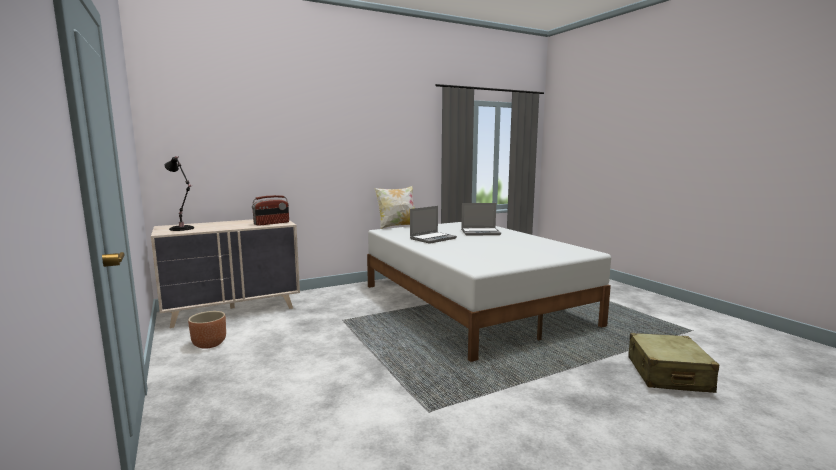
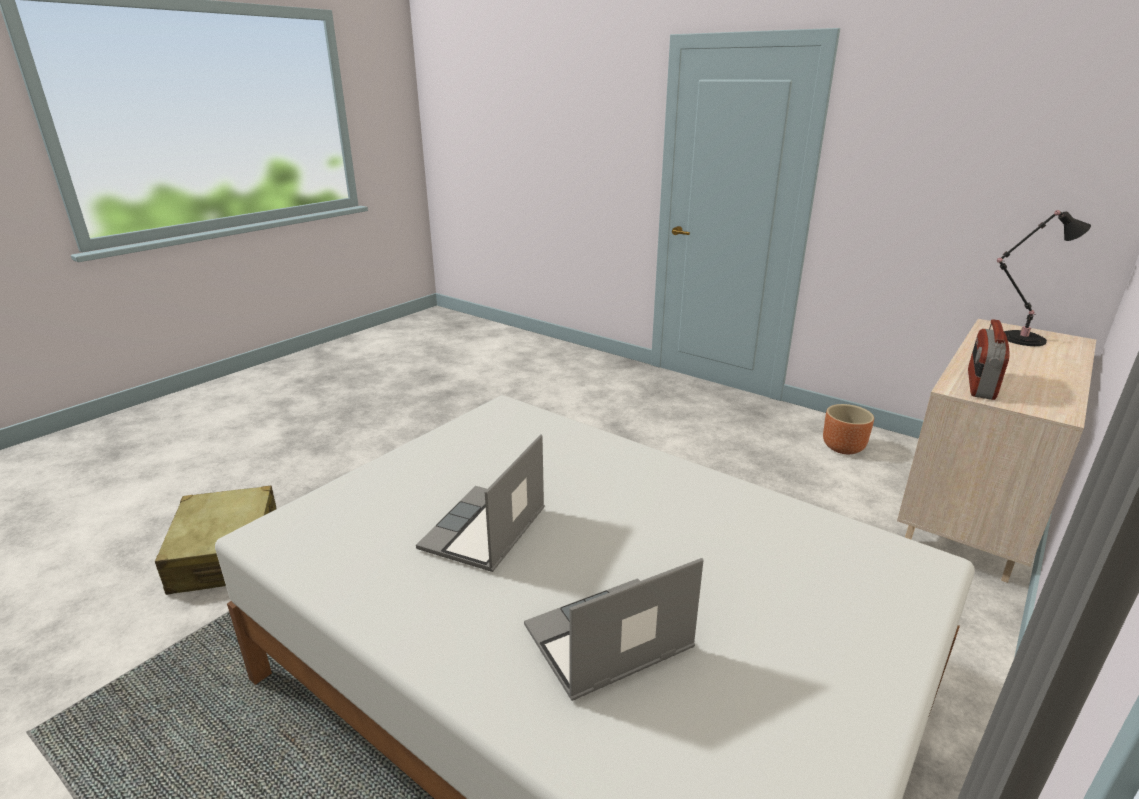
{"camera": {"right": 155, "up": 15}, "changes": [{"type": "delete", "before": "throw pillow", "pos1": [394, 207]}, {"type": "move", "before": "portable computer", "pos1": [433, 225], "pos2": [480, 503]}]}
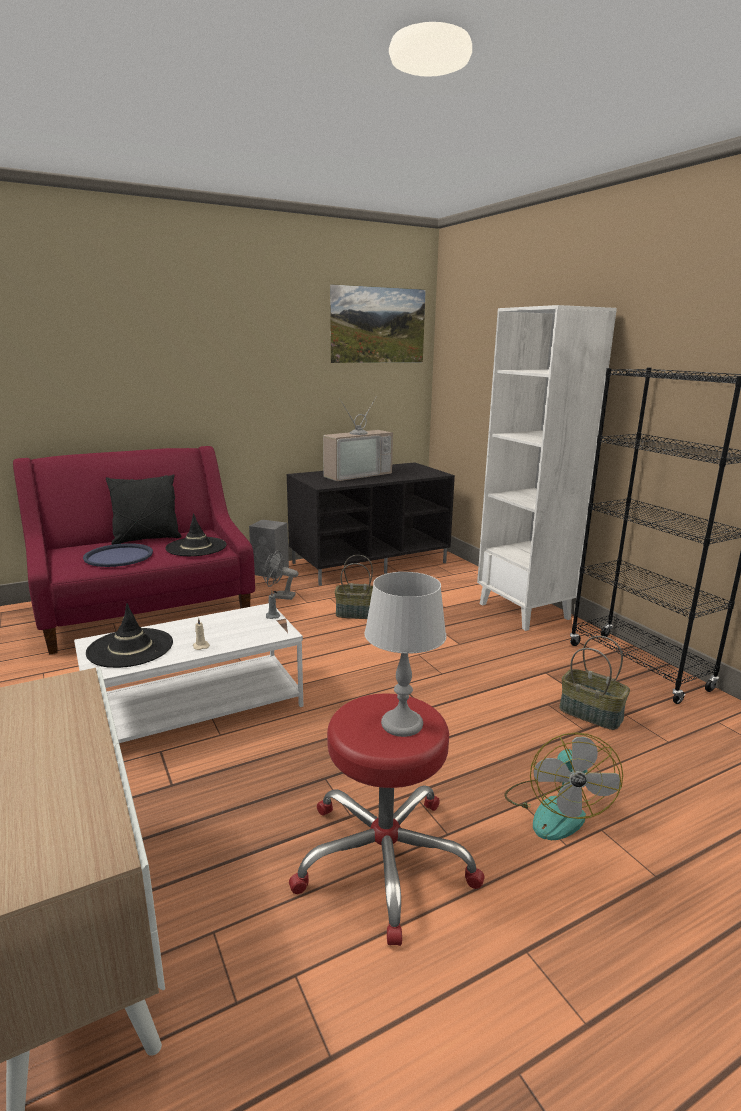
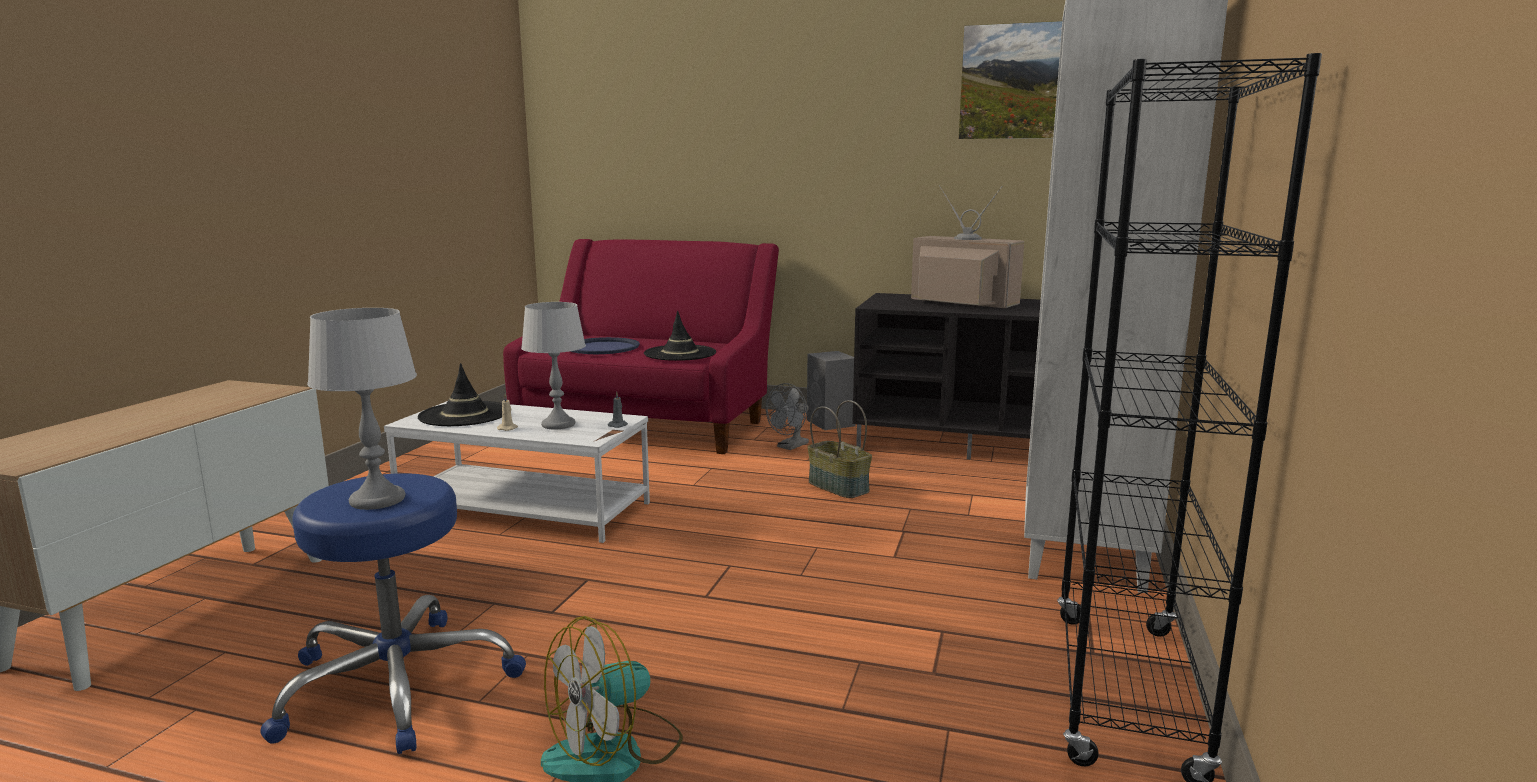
{"camera": {"right": 45, "up": -5}, "changes": [{"type": "rotate", "before": "television", "pos1": [358, 438], "pos2": [967, 246], "turn": -150}, {"type": "delete", "before": "throw pillow/blackish", "pos1": [144, 509]}, {"type": "rotate", "before": "cooling fan/gray", "pos1": [280, 575], "pos2": [787, 416], "turn": -105}, {"type": "delete", "before": "basket", "pos1": [594, 683]}, {"type": "recolor", "before": "stool/red", "after": "stool/blue-coloured", "pos1": [387, 820], "pos2": [393, 613]}, {"type": "insert", "after": "table lamp/gray", "pos2": [553, 365]}]}
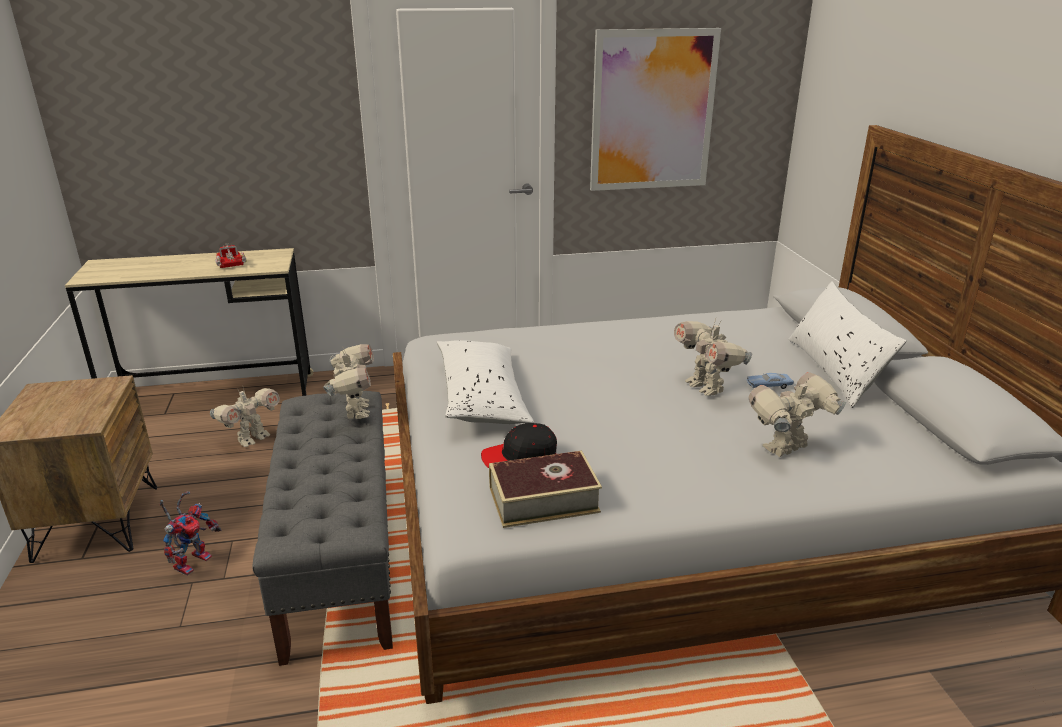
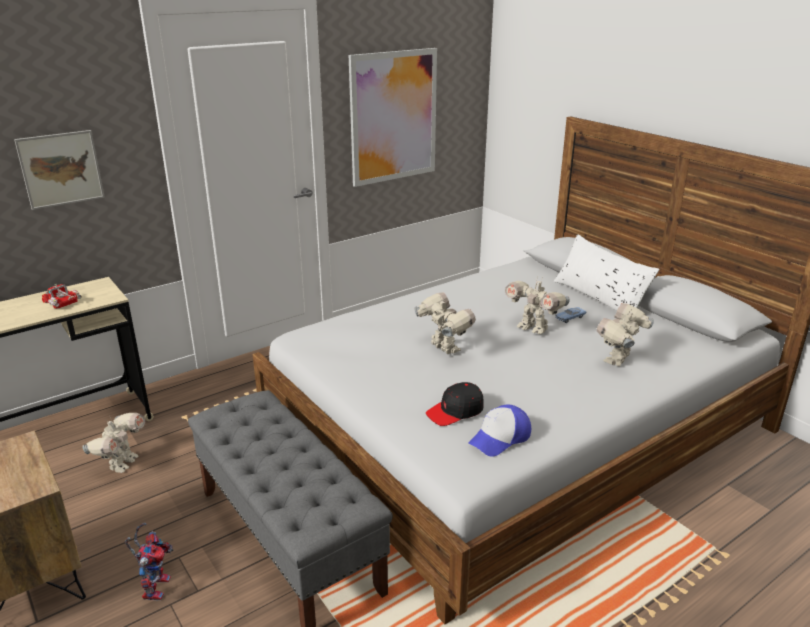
{"camera": {"right": -25, "up": 0}, "changes": [{"type": "delete", "before": "throw pillow/white", "pos1": [485, 382]}, {"type": "move", "before": "robot figure", "pos1": [348, 381], "pos2": [445, 323]}, {"type": "replace", "before": "book", "after": "cap", "pos1": [545, 489], "pos2": [499, 430]}, {"type": "insert", "after": "wall art", "pos2": [59, 170]}]}
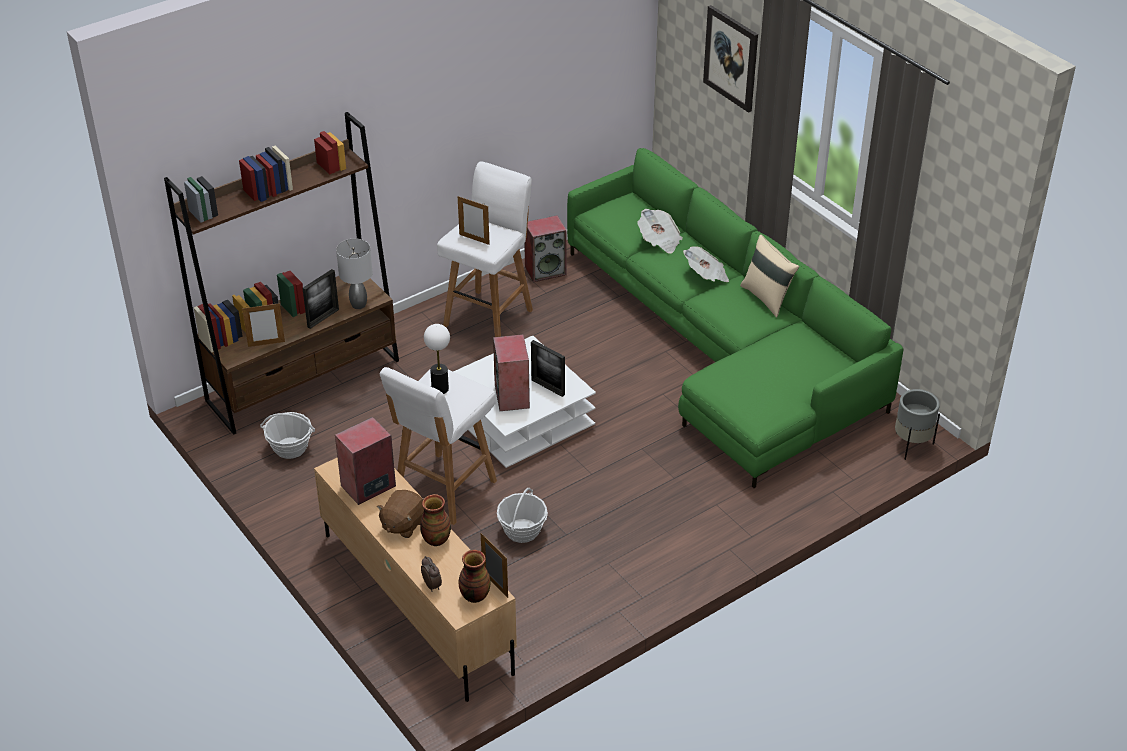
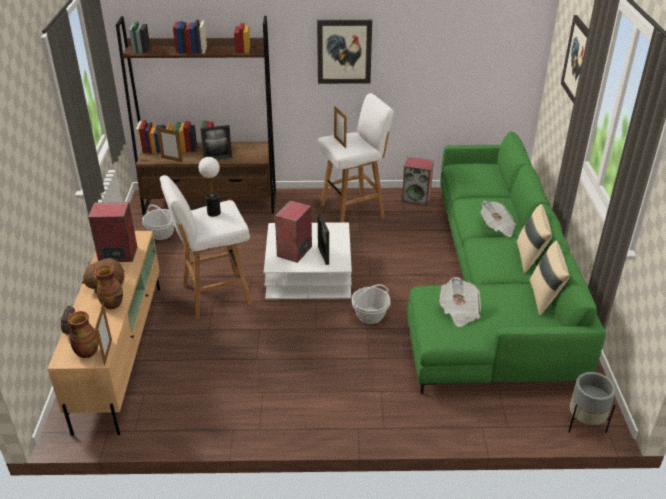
{"camera": {"right": 35, "up": -5}, "changes": [{"type": "move", "before": "printed paper", "pos1": [660, 231], "pos2": [460, 302]}, {"type": "delete", "before": "table lamp/gray", "pos1": [354, 273]}, {"type": "move", "before": "basket", "pos1": [522, 515], "pos2": [371, 304]}, {"type": "insert", "after": "wall art", "pos2": [344, 52]}, {"type": "insert", "after": "throw pillow/beige", "pos2": [549, 278]}]}
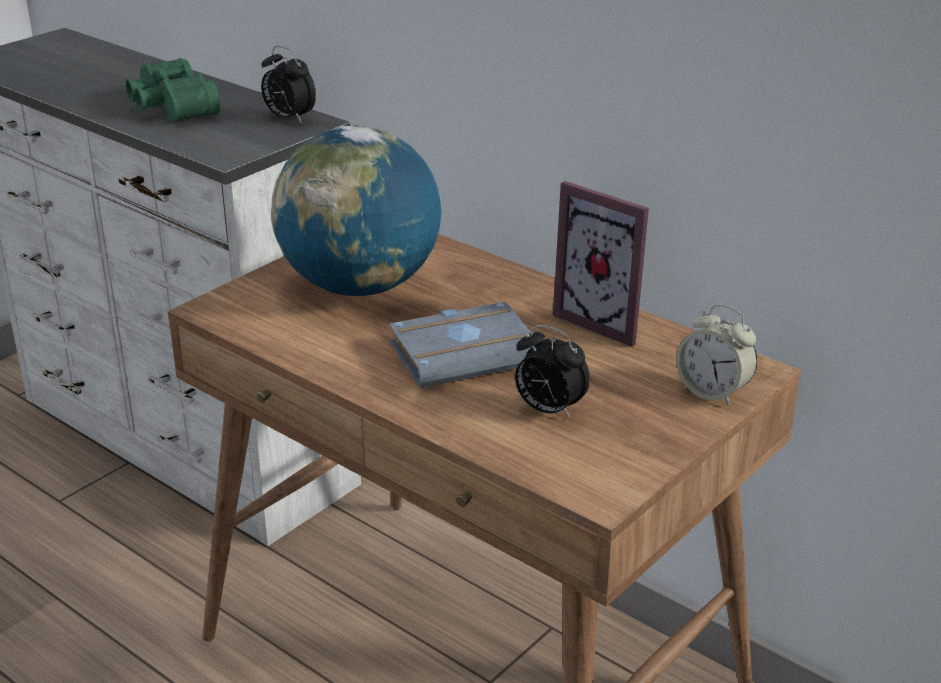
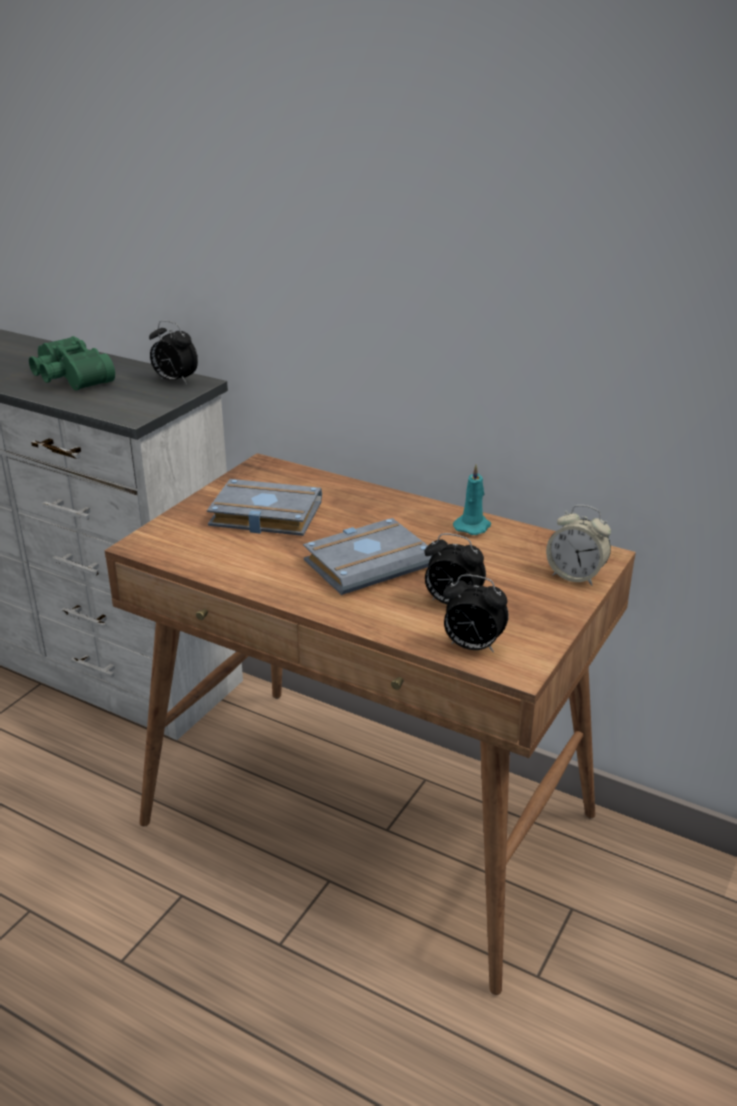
{"camera": {"right": -10, "up": 0}, "changes": [{"type": "replace", "before": "globe", "after": "book/gray", "pos1": [356, 211], "pos2": [264, 507]}, {"type": "replace", "before": "picture frame", "after": "candle/turquoise", "pos1": [601, 264], "pos2": [472, 499]}, {"type": "insert", "after": "table clock", "pos2": [476, 613]}]}
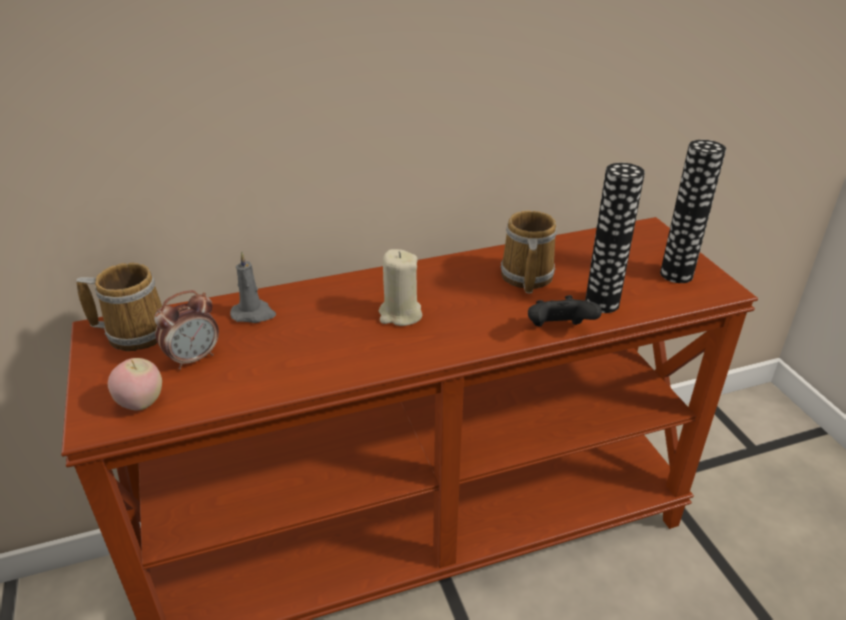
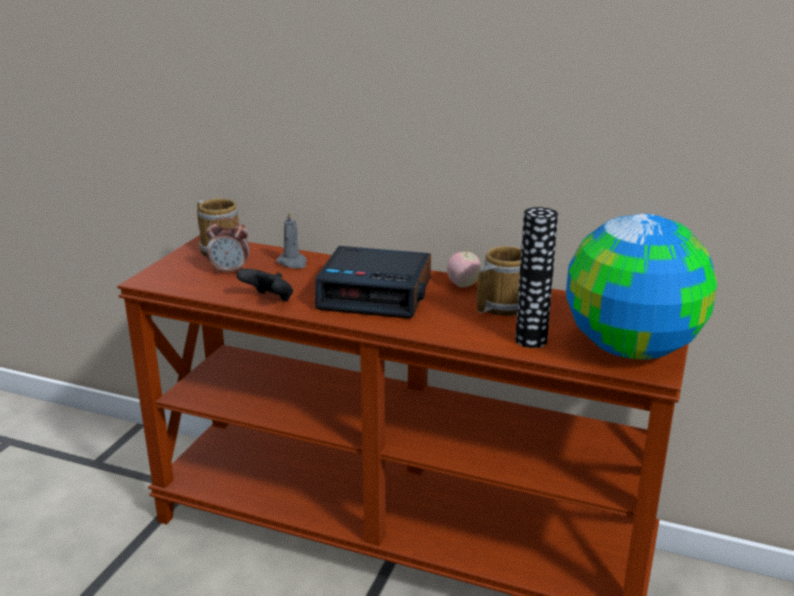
{"camera": {"right": 40, "up": -10}, "changes": [{"type": "replace", "before": "vase", "after": "globe", "pos1": [693, 211], "pos2": [641, 286]}, {"type": "replace", "before": "candle/beige", "after": "table clock", "pos1": [400, 287], "pos2": [373, 282]}, {"type": "move", "before": "gamepad/blackish", "pos1": [565, 311], "pos2": [264, 285]}, {"type": "move", "before": "apple", "pos1": [135, 384], "pos2": [464, 268]}]}
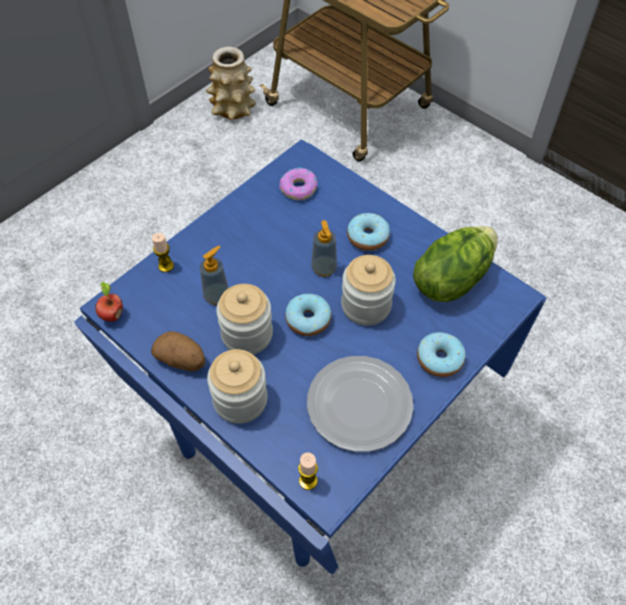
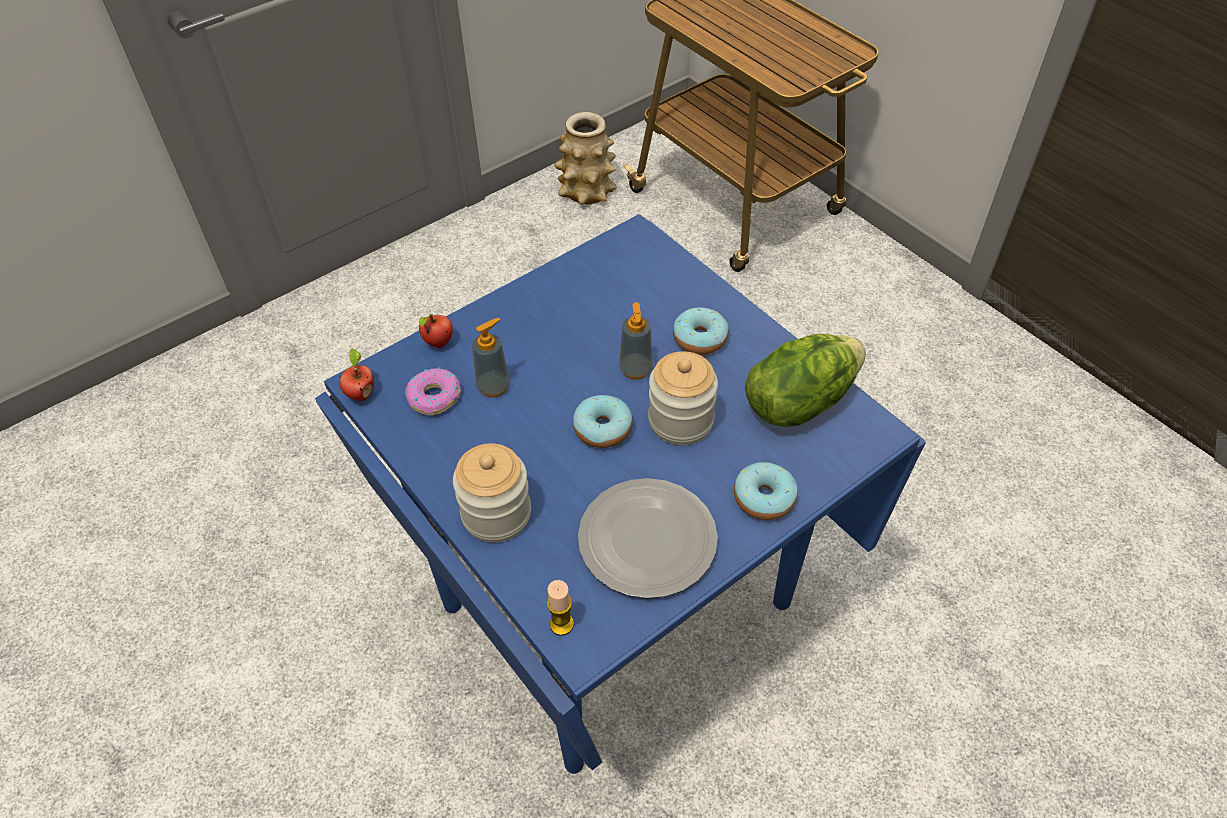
{"camera": {"right": 10, "up": -5}, "changes": [{"type": "move", "before": "donut", "pos1": [298, 183], "pos2": [433, 391]}, {"type": "replace", "before": "candle", "after": "apple", "pos1": [163, 252], "pos2": [436, 331]}, {"type": "delete", "before": "jar", "pos1": [244, 319]}, {"type": "delete", "before": "potato", "pos1": [178, 351]}]}
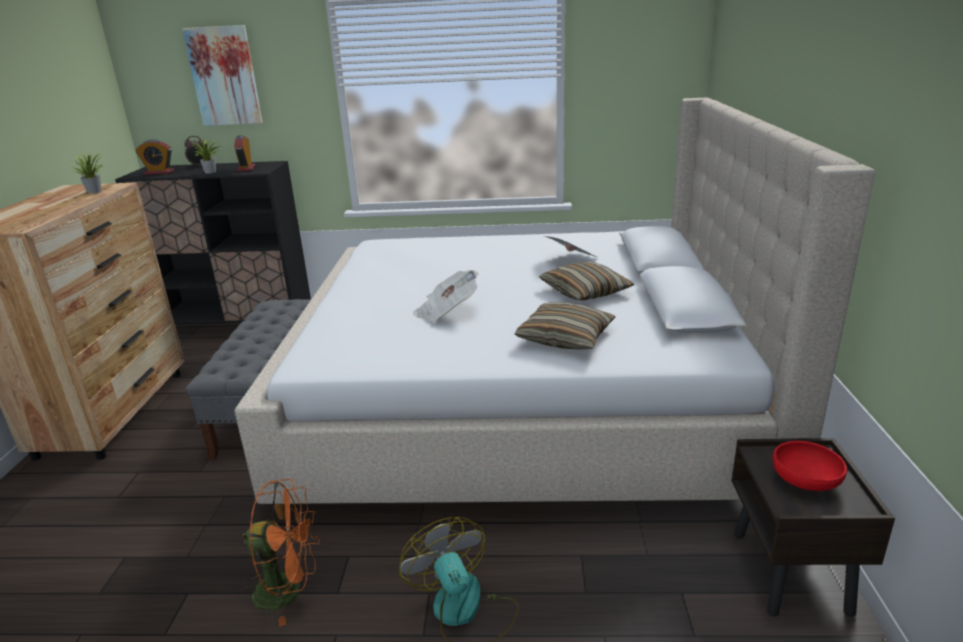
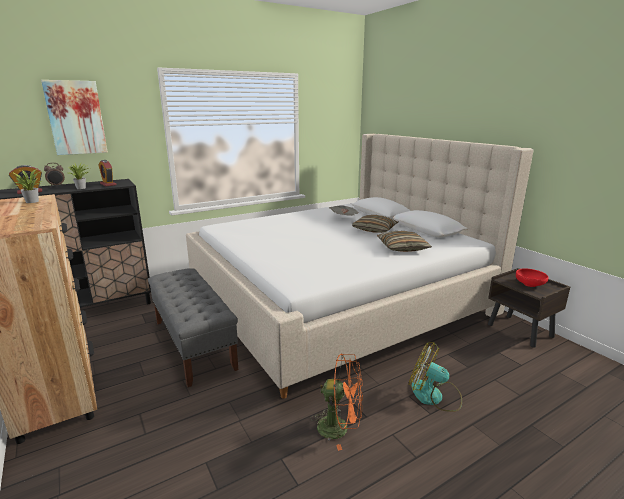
{"camera": {"right": -35, "up": -5}, "changes": [{"type": "delete", "before": "printed paper", "pos1": [446, 296]}, {"type": "rotate", "before": "cooling fan/orange", "pos1": [281, 553], "pos2": [336, 402], "turn": 45}]}
